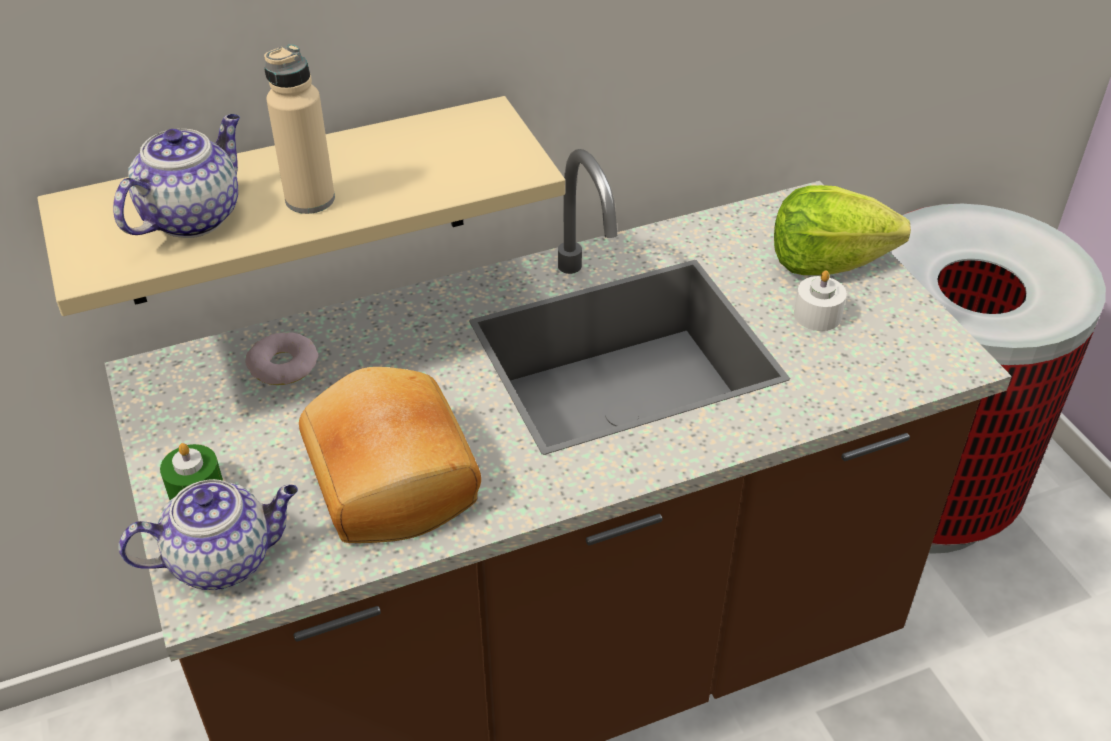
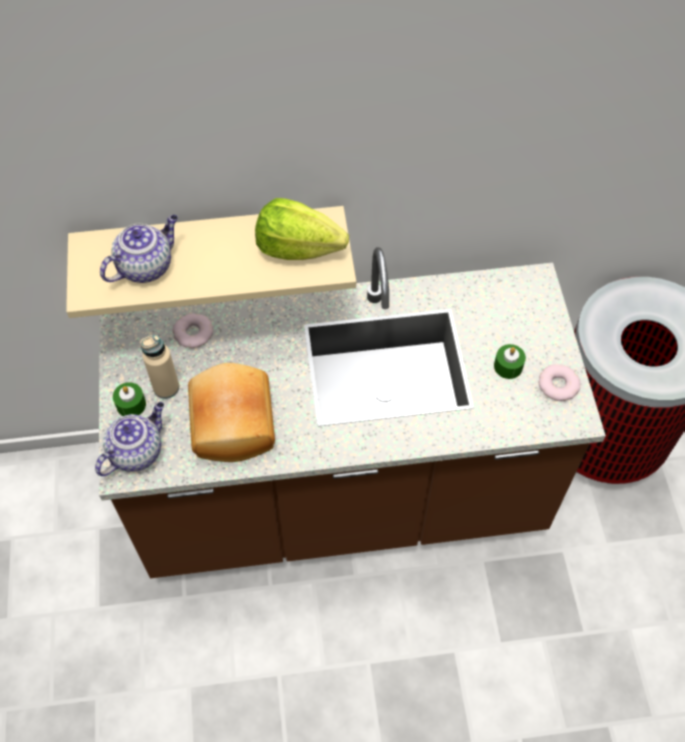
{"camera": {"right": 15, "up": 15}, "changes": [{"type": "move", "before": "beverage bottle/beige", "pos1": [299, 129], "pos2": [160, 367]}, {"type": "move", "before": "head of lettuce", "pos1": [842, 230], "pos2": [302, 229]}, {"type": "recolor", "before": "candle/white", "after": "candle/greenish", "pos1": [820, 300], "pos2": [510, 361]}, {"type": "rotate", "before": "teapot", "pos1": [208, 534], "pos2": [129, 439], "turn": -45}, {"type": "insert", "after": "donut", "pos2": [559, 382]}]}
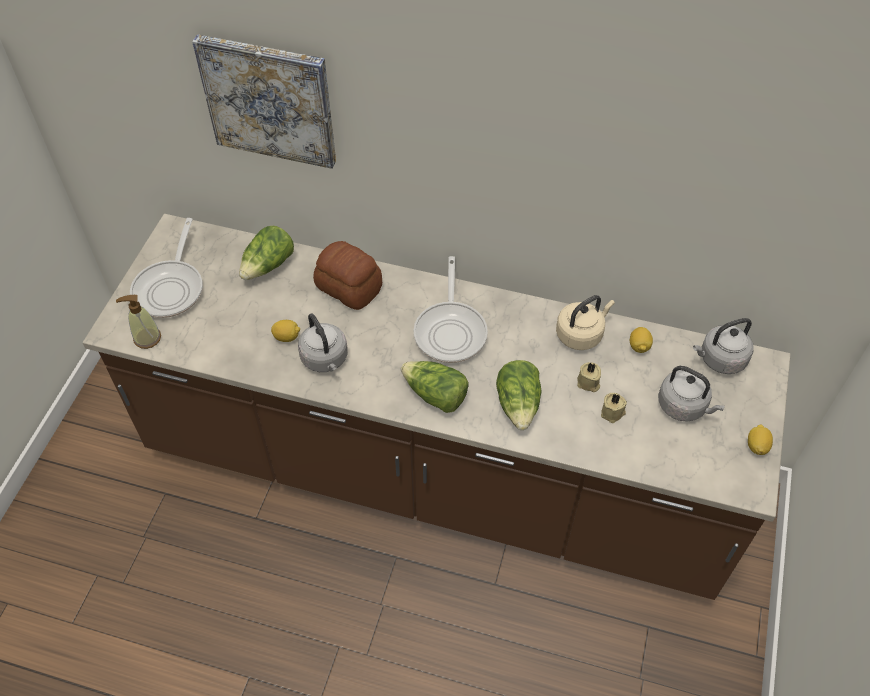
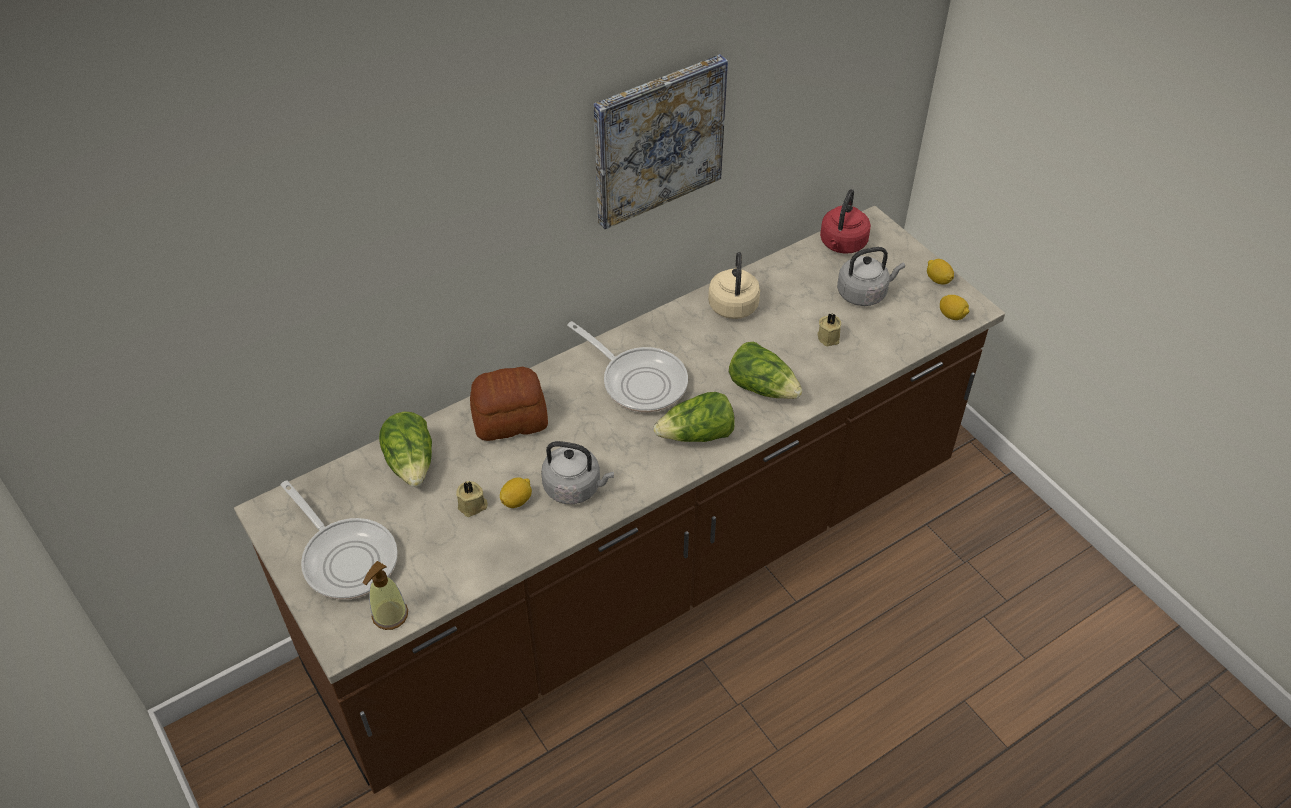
{"camera": {"right": -50, "up": -5}, "changes": [{"type": "move", "before": "wall art", "pos1": [264, 101], "pos2": [661, 141]}, {"type": "recolor", "before": "water kettle/gray", "after": "water kettle/red", "pos1": [723, 346], "pos2": [845, 221]}, {"type": "move", "before": "whole lemon", "pos1": [641, 340], "pos2": [955, 307]}, {"type": "move", "before": "candle/beige", "pos1": [589, 377], "pos2": [472, 499]}]}
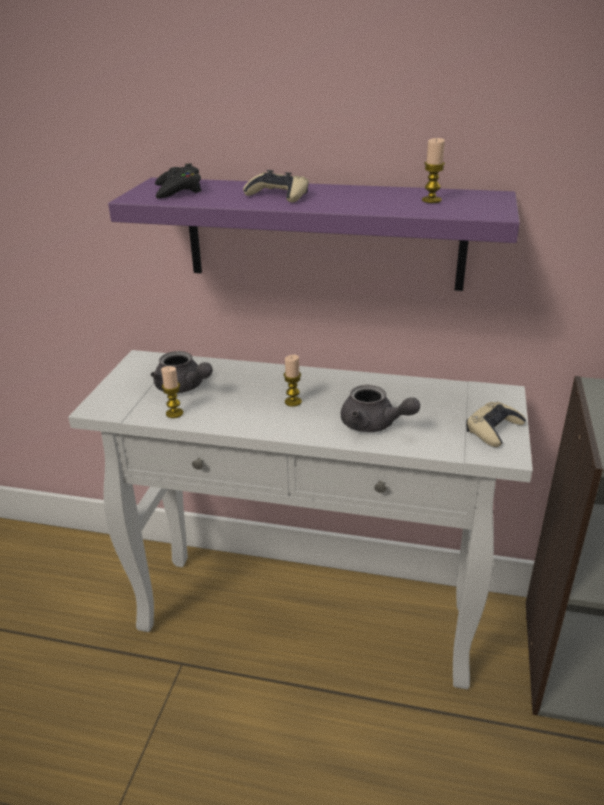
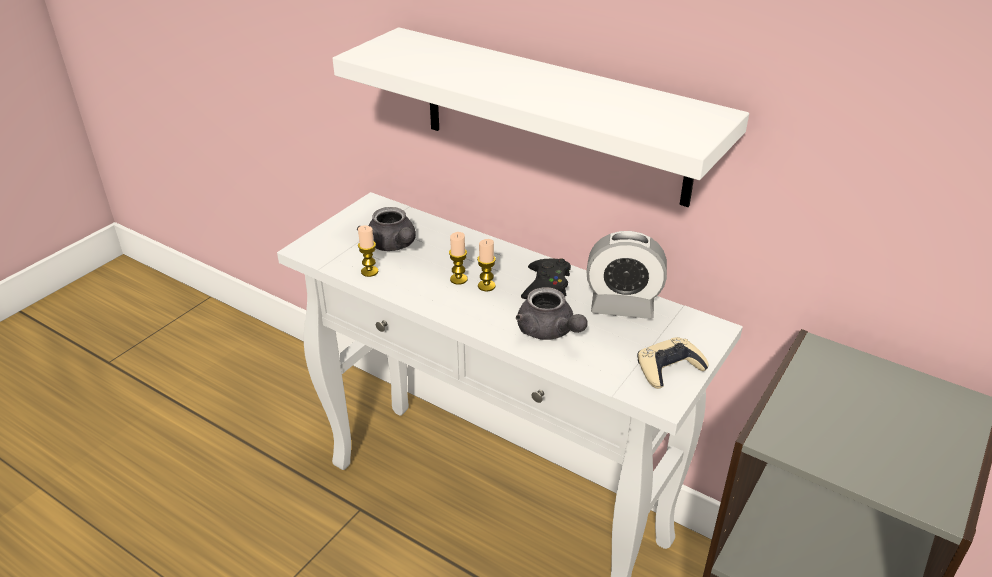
{"camera": {"right": 20, "up": 5}, "changes": [{"type": "move", "before": "candle", "pos1": [433, 170], "pos2": [458, 258]}, {"type": "move", "before": "gamepad/blackish", "pos1": [178, 181], "pos2": [546, 278]}, {"type": "delete", "before": "gamepad/beige", "pos1": [276, 186]}, {"type": "recolor", "before": "wall shelf/purple", "after": "wall shelf/white", "pos1": [314, 234], "pos2": [540, 117]}, {"type": "insert", "after": "table clock", "pos2": [627, 275]}]}
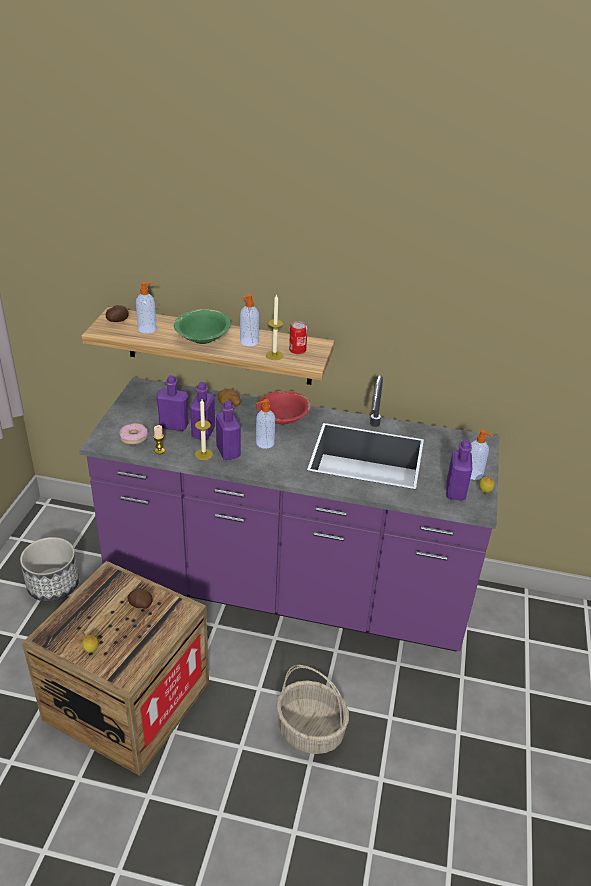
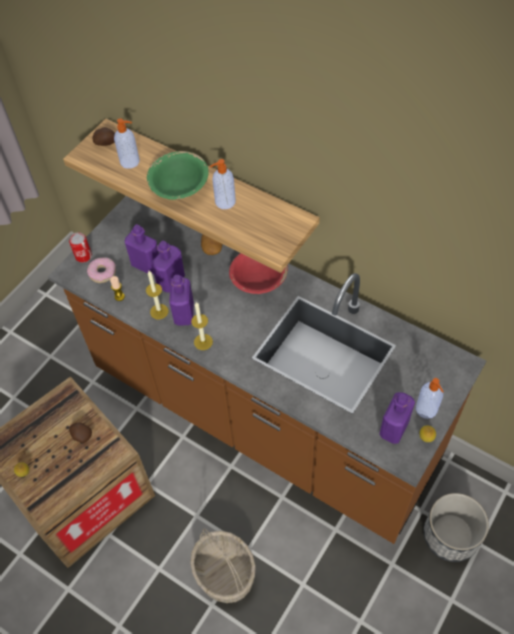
{"camera": {"right": 25, "up": 20}, "changes": [{"type": "move", "before": "candle", "pos1": [275, 327], "pos2": [202, 326]}, {"type": "move", "before": "can", "pos1": [298, 337], "pos2": [80, 247]}, {"type": "recolor", "before": "kitchen base unit/purple", "after": "kitchen base unit/brown-coloured", "pos1": [289, 513], "pos2": [267, 370]}, {"type": "delete", "before": "soap dispenser", "pos1": [265, 424]}, {"type": "move", "before": "planter", "pos1": [49, 569], "pos2": [456, 527]}]}
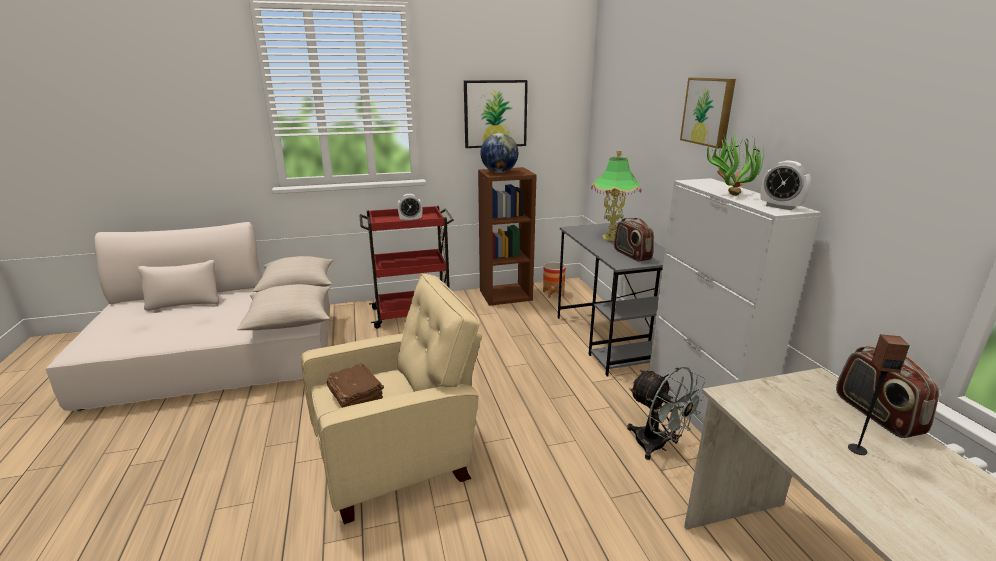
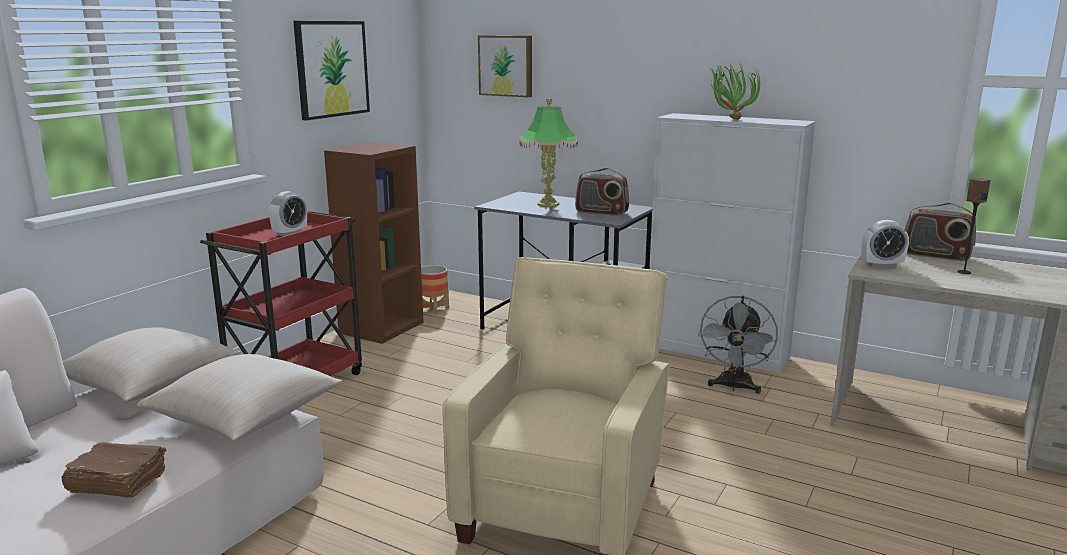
{"camera": {"right": -45, "up": -5}, "changes": [{"type": "move", "before": "wall art", "pos1": [708, 113], "pos2": [505, 66]}, {"type": "delete", "before": "globe", "pos1": [499, 153]}, {"type": "move", "before": "table clock", "pos1": [785, 185], "pos2": [885, 243]}, {"type": "move", "before": "book/brown-coloured", "pos1": [355, 386], "pos2": [113, 470]}, {"type": "rotate", "before": "cooling fan/gray", "pos1": [666, 413], "pos2": [738, 345], "turn": 105}]}
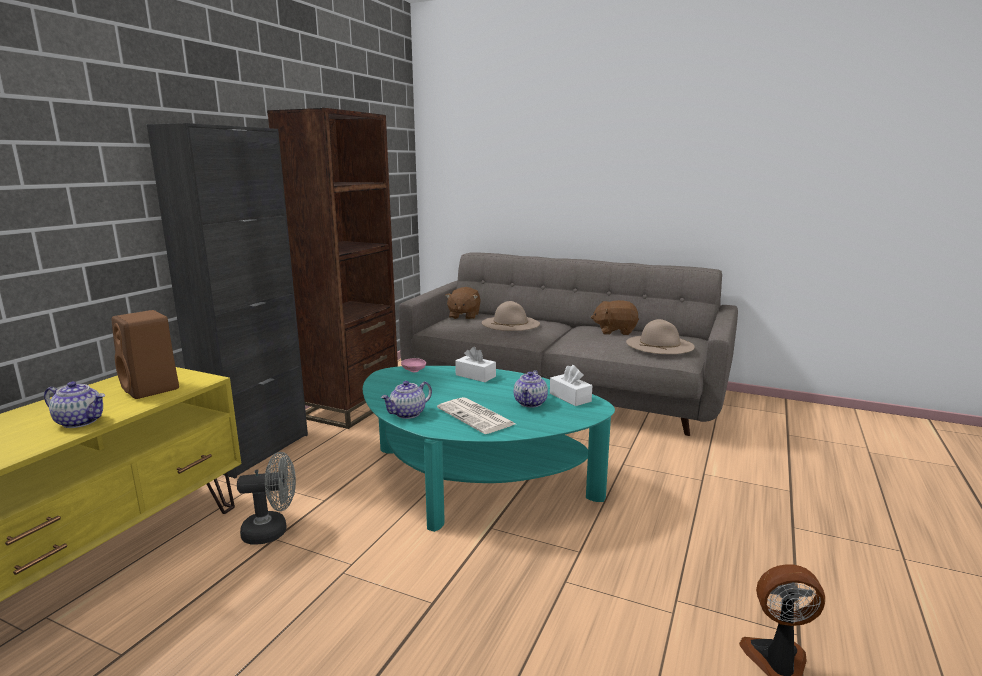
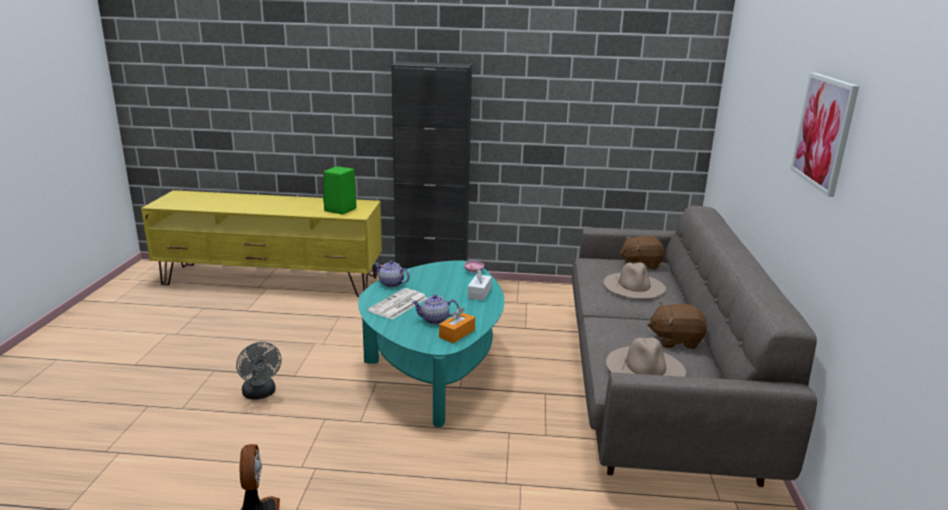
{"camera": {"right": 70, "up": 5}, "changes": [{"type": "delete", "before": "bookcase/brown-coloured", "pos1": [332, 268]}, {"type": "rotate", "before": "cuddly toy/brown-coloured", "pos1": [615, 317], "pos2": [677, 325], "turn": -75}, {"type": "recolor", "before": "speaker/brown-coloured", "after": "speaker/greenish", "pos1": [145, 354], "pos2": [340, 190]}, {"type": "recolor", "before": "tissue holder/white", "after": "tissue holder/orange", "pos1": [571, 385], "pos2": [457, 325]}, {"type": "delete", "before": "teapot", "pos1": [74, 404]}, {"type": "move", "before": "cooling fan/gray", "pos1": [266, 498], "pos2": [258, 371]}, {"type": "insert", "after": "wall art", "pos2": [824, 135]}]}
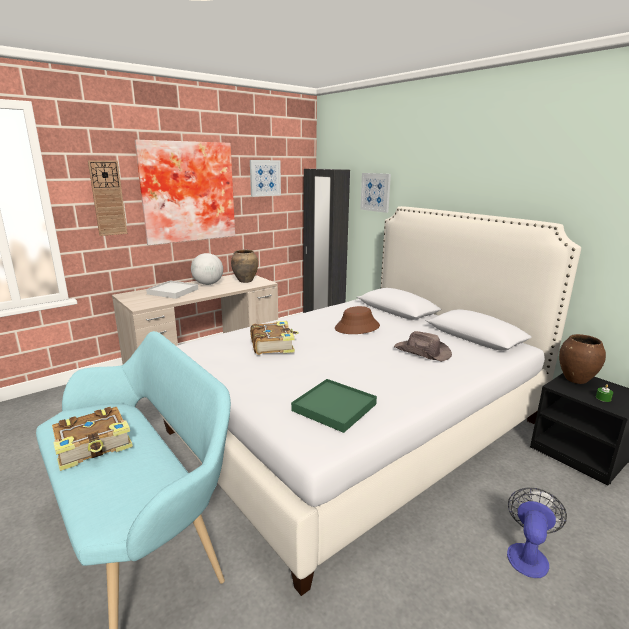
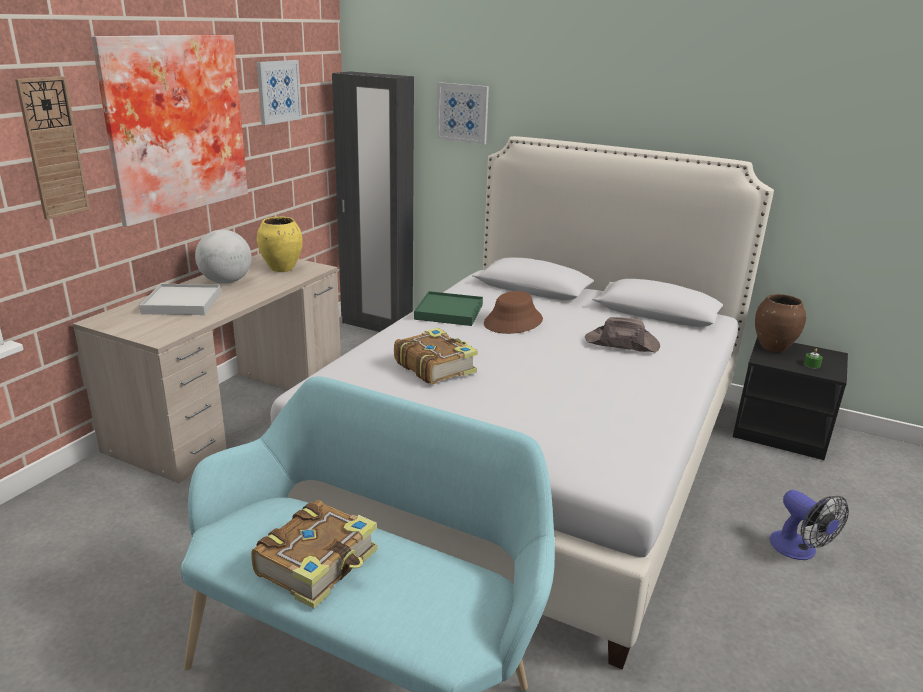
{"camera": {"right": -25, "up": 5}, "changes": [{"type": "recolor", "before": "vase/brown-coloured", "after": "vase/yellowish", "pos1": [244, 266], "pos2": [280, 244]}, {"type": "move", "before": "serving tray/greenish", "pos1": [334, 406], "pos2": [448, 308]}, {"type": "rotate", "before": "cooling fan", "pos1": [537, 533], "pos2": [809, 525], "turn": 150}]}
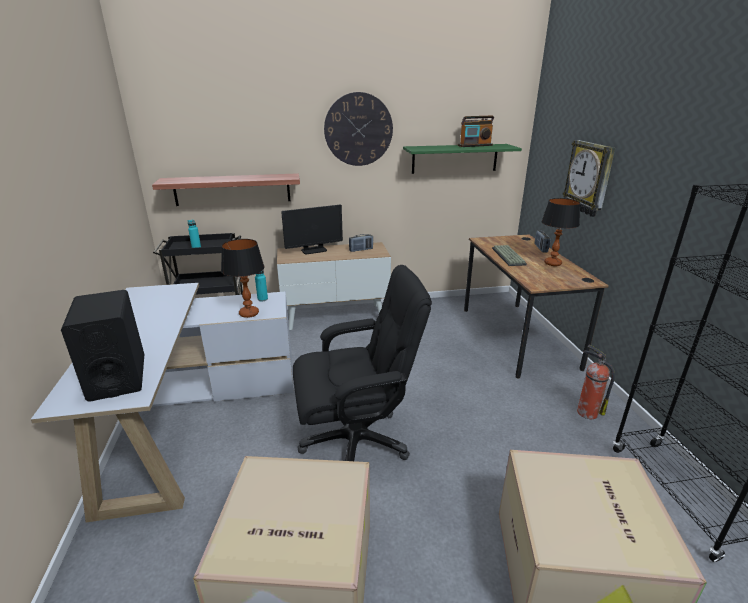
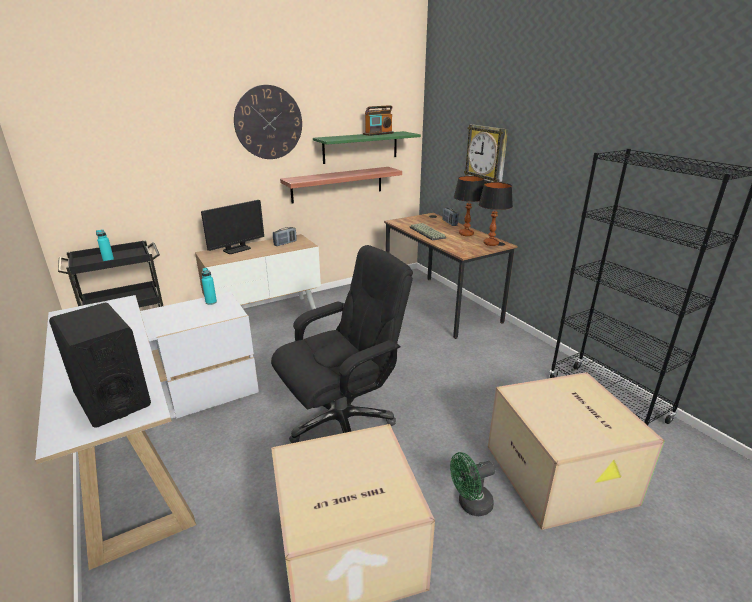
{"camera": {"right": -20, "up": 0}, "changes": [{"type": "move", "before": "wall shelf", "pos1": [226, 189], "pos2": [341, 185]}, {"type": "move", "before": "table lamp", "pos1": [243, 278], "pos2": [496, 214]}, {"type": "delete", "before": "fire extinguisher", "pos1": [596, 382]}, {"type": "insert", "after": "cooling fan/greenish", "pos2": [472, 484]}]}
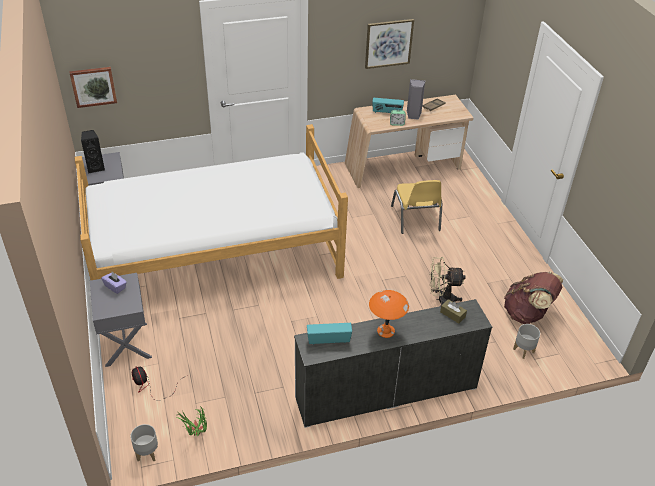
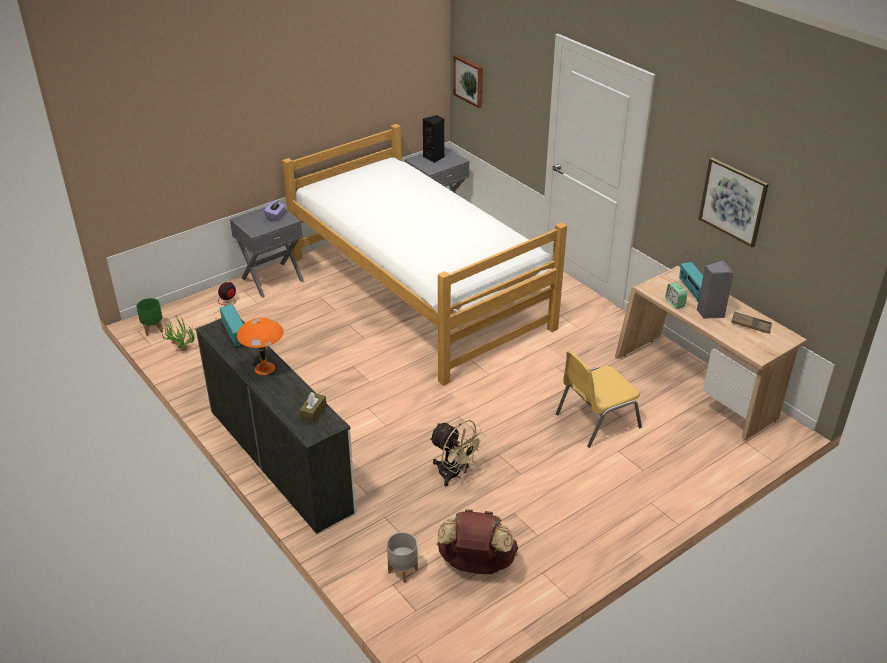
{"camera": {"right": 70, "up": -5}, "changes": [{"type": "rotate", "before": "cooling fan/beige", "pos1": [448, 281], "pos2": [457, 453], "turn": 150}, {"type": "recolor", "before": "planter/gray", "after": "planter/greenish", "pos1": [144, 442], "pos2": [149, 317]}]}
